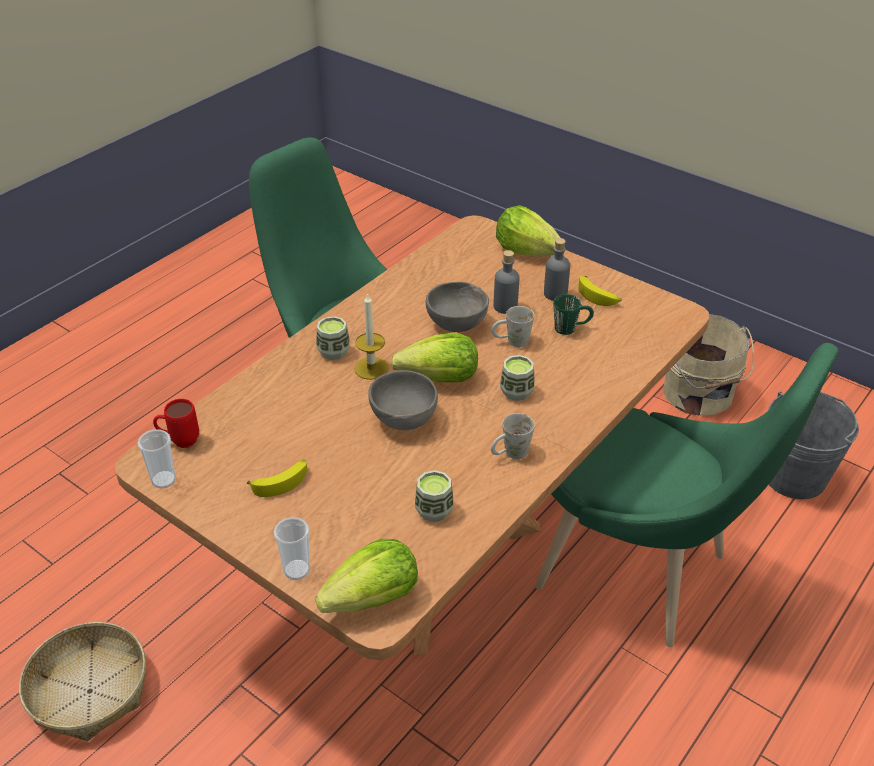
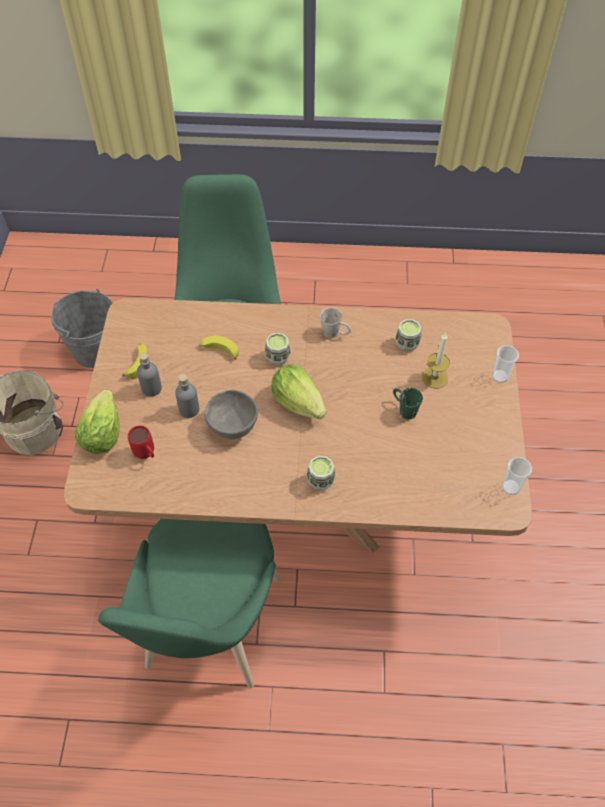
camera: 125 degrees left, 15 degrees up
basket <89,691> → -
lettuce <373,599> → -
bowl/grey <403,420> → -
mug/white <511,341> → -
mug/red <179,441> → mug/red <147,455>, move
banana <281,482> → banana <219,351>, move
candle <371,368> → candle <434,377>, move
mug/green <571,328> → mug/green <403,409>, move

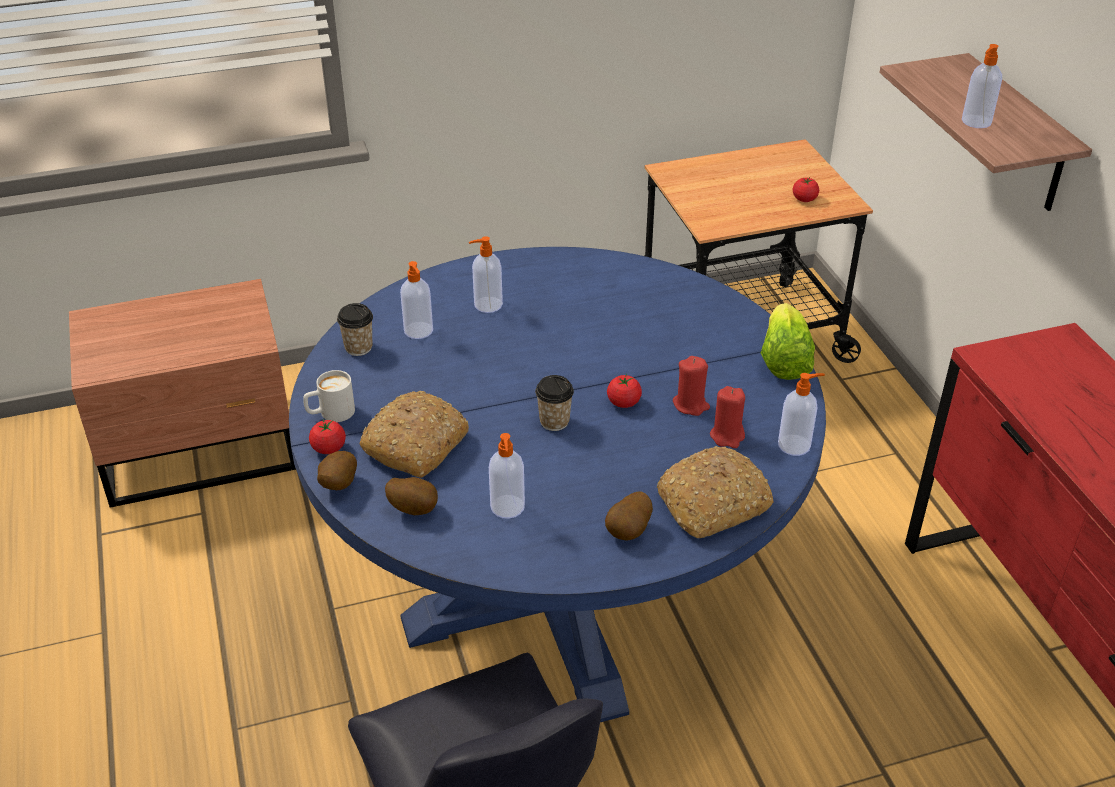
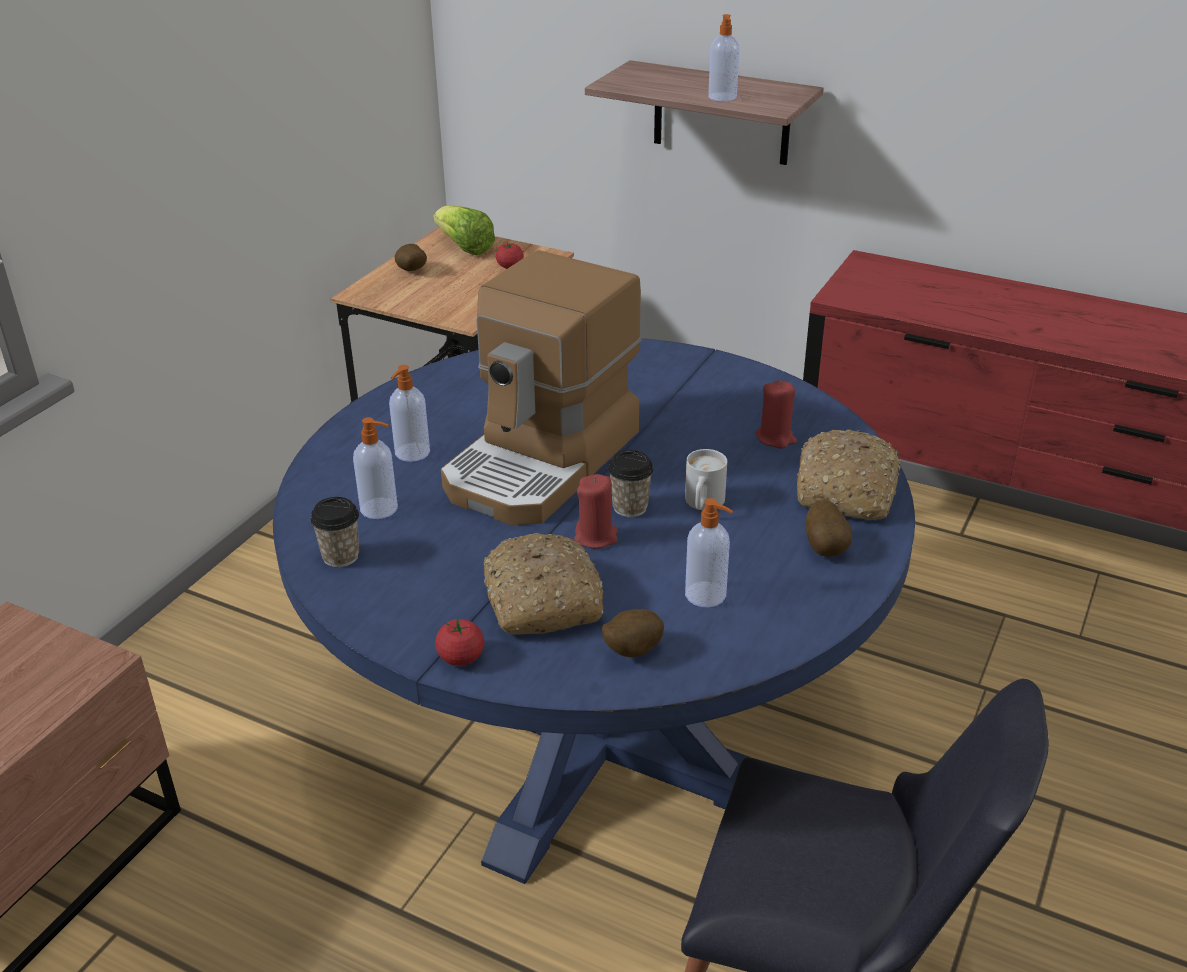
camera: 45 degrees left, 5 degrees down
tomato <623,402> → -
soap dispenser <795,445> → -
- → coffee machine <543,462>
mug/white <330,414> → mug/white <702,504>, move
potato <337,485> → potato <411,271>, move
candle/red <691,405> → candle/red <596,537>, move
lettuce <784,360> → lettuce <464,247>, move

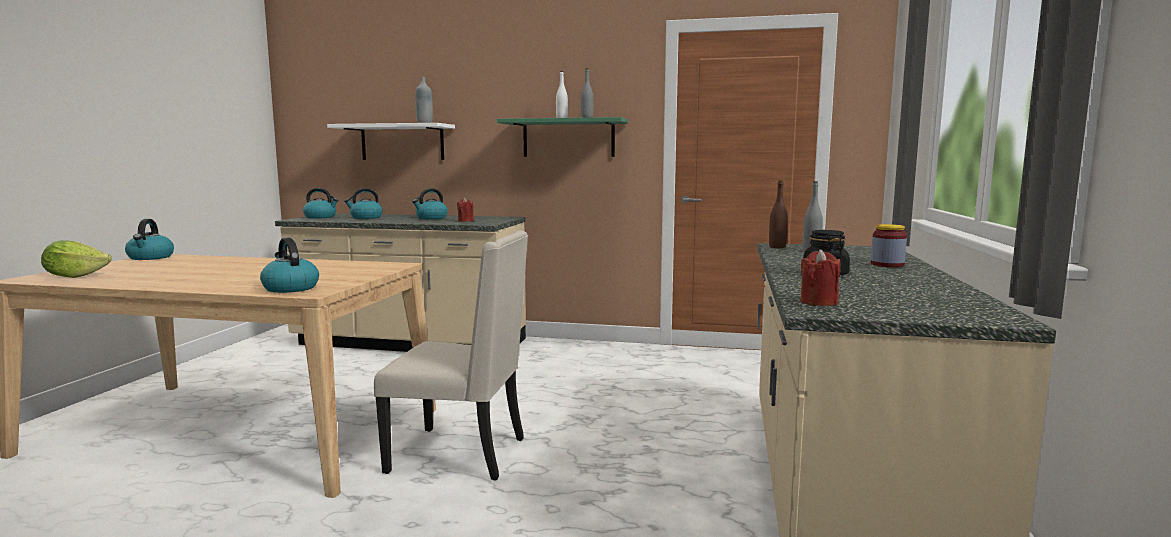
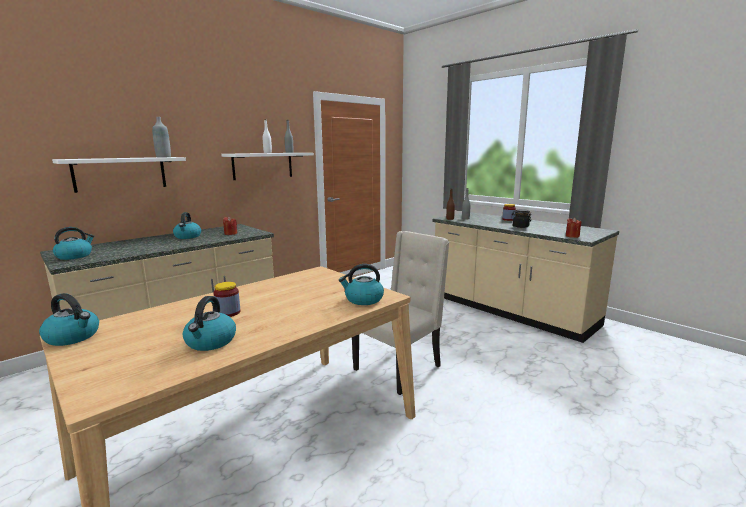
camera: 55 degrees left, 5 degrees up
lettuce <75,276> → -
- → jar <228,313>
kettle <365,218> → kettle <210,342>, move
shelf/green <568,138> → shelf/white <263,165>

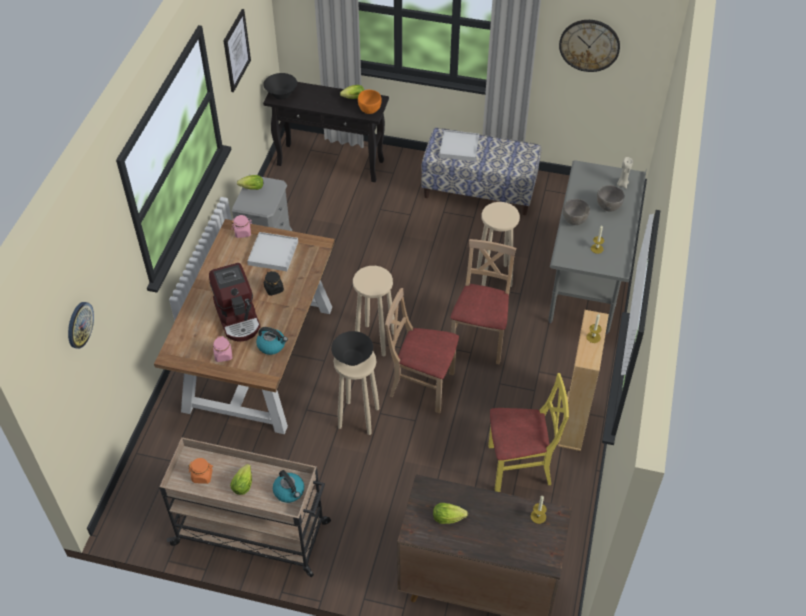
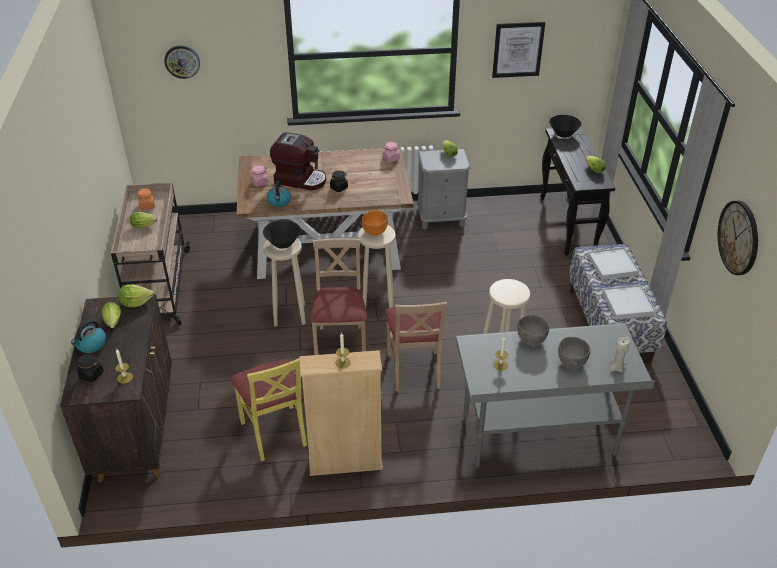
camera: 70 degrees right, 10 degrees down
- → jar/black <91,375>
- → lettuce <135,303>
tray/white <273,253> → tray/white <627,304>, move
kettle <289,491> → kettle <91,345>, move
bowl/orange <369,110> → bowl/orange <375,232>, move
coffee machine <238,317> → coffee machine <300,179>, 120 degrees counterclockwise
chair/beige <480,339> → chair/beige <414,370>, 90 degrees clockwise

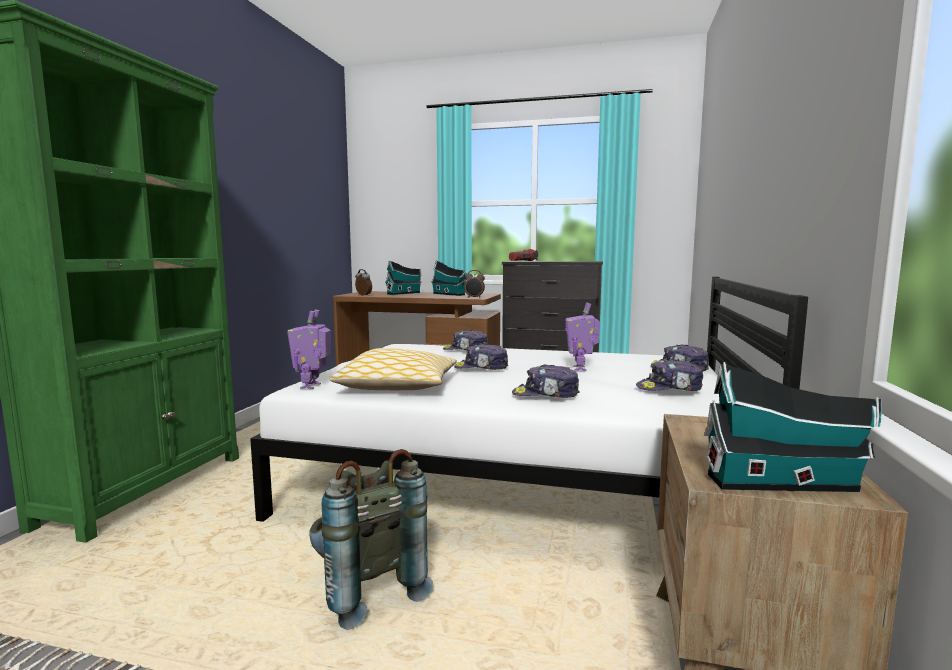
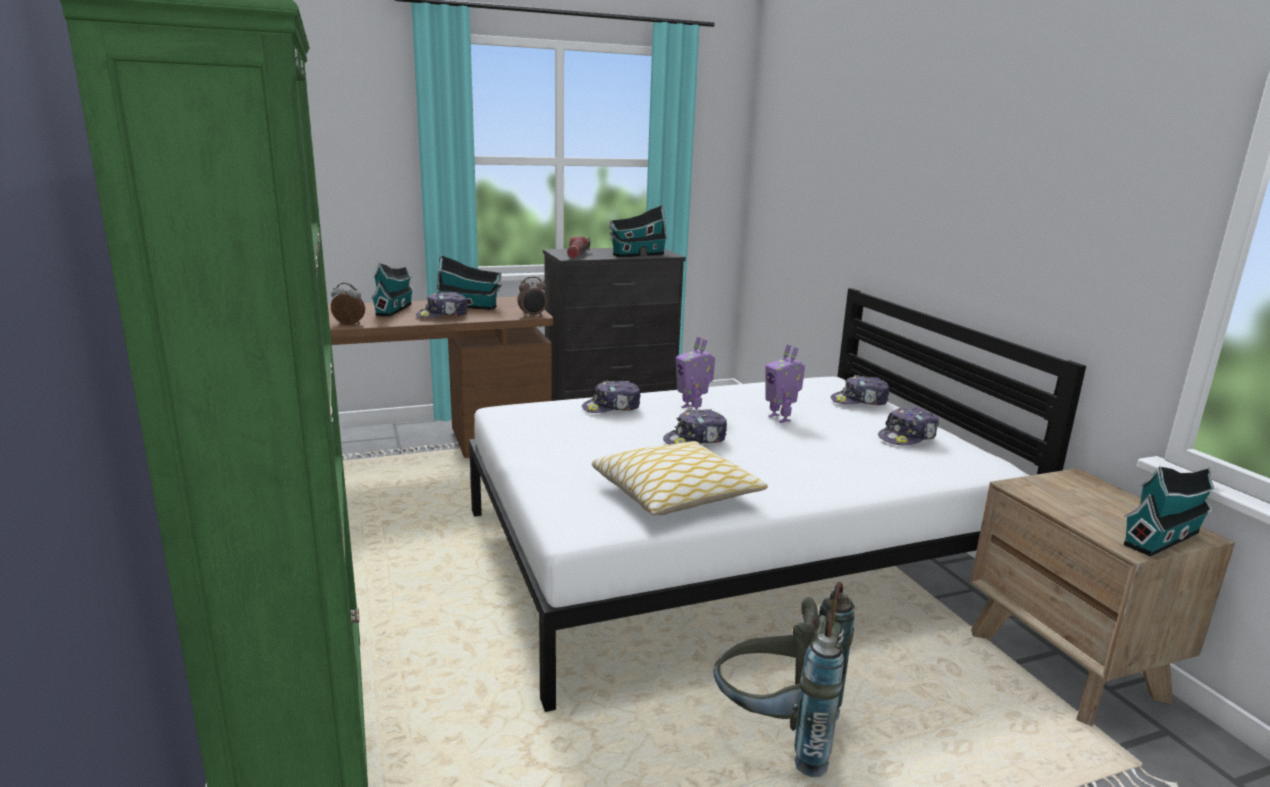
camera: 35 degrees left, 10 degrees up
- → toy house <637,254>
toy robot <312,386> → toy robot <692,409>, move
cap <545,394> → cap <443,315>, move

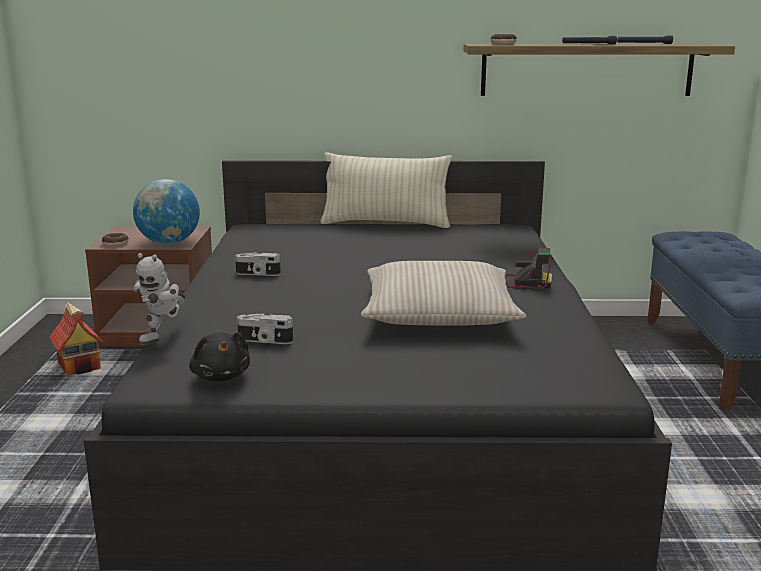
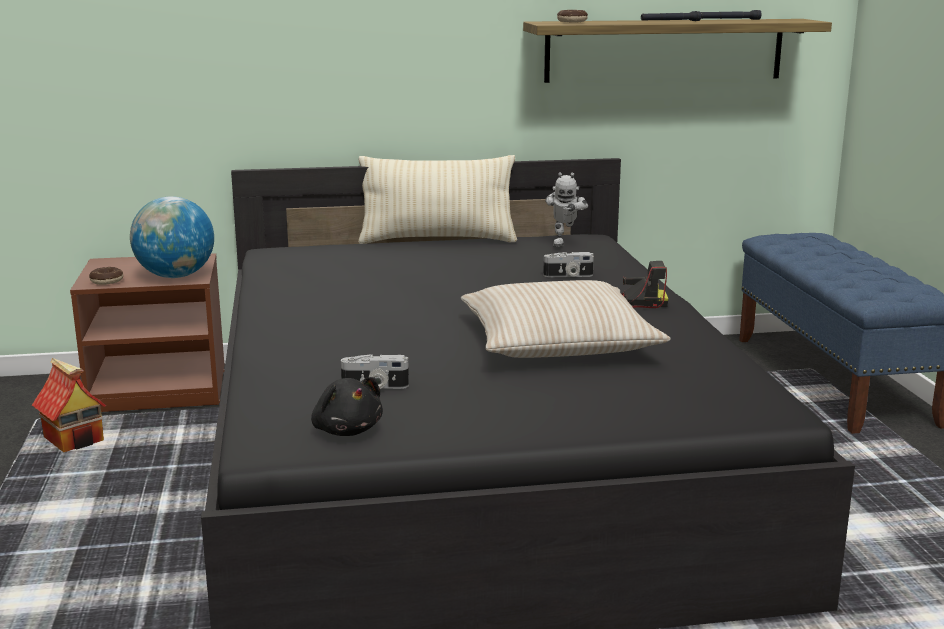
camera: 10 degrees left, 0 degrees up
toy robot <165,338> → toy robot <564,243>, move
photo camera <257,274> → photo camera <568,276>, move

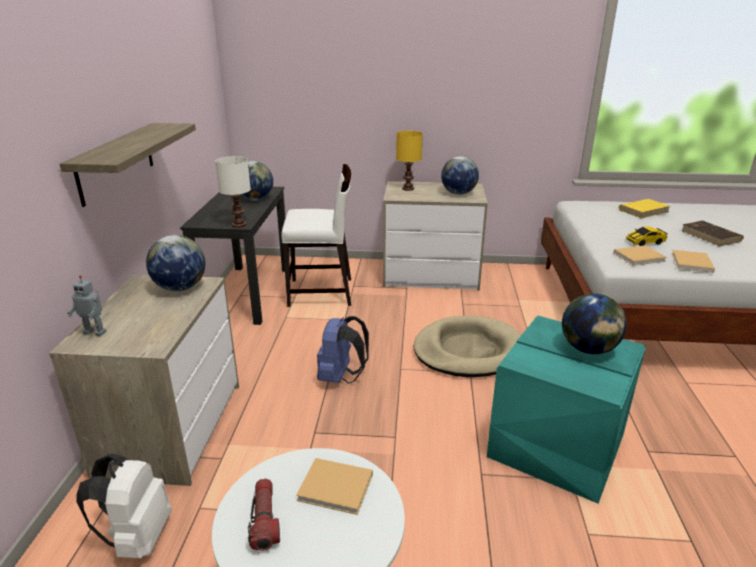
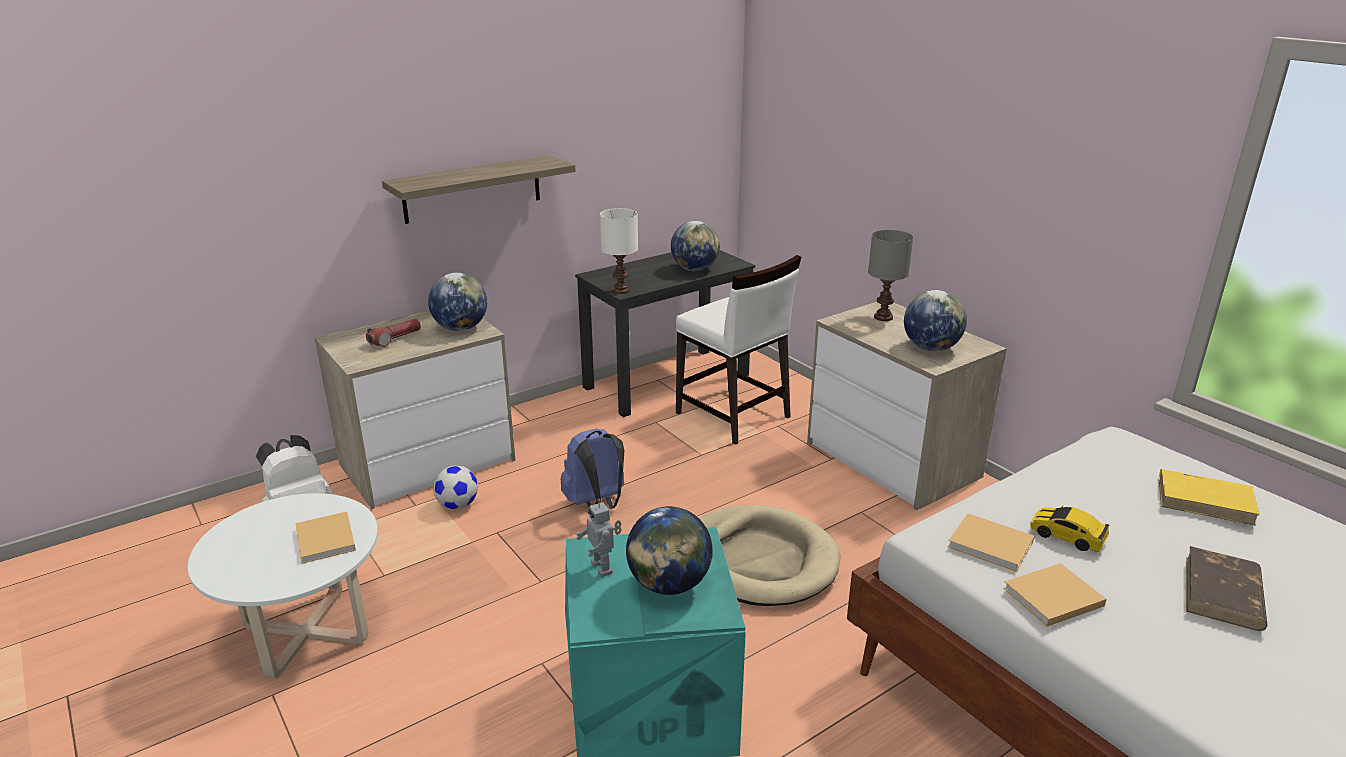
camera: 50 degrees right, 0 degrees up
- → football <458,505>
toy robot <96,332> → toy robot <603,568>, move
flashlight <265,520> → flashlight <395,339>, move
table lamp/yellow <408,188> → table lamp/grey <884,317>

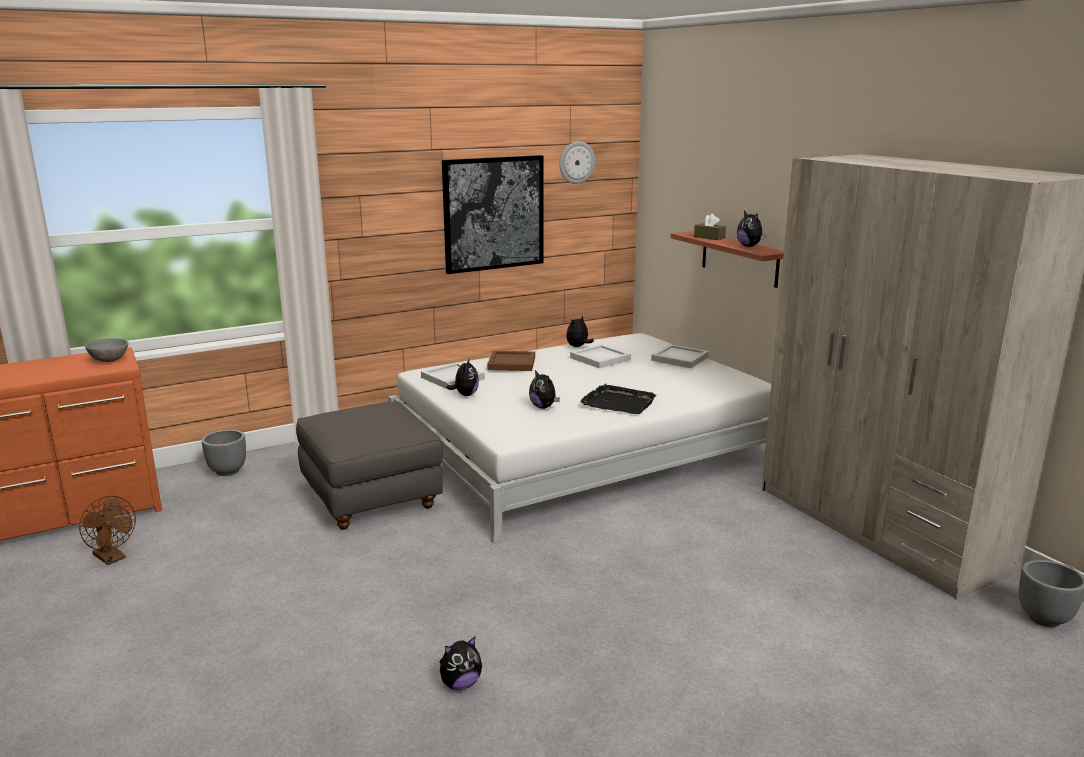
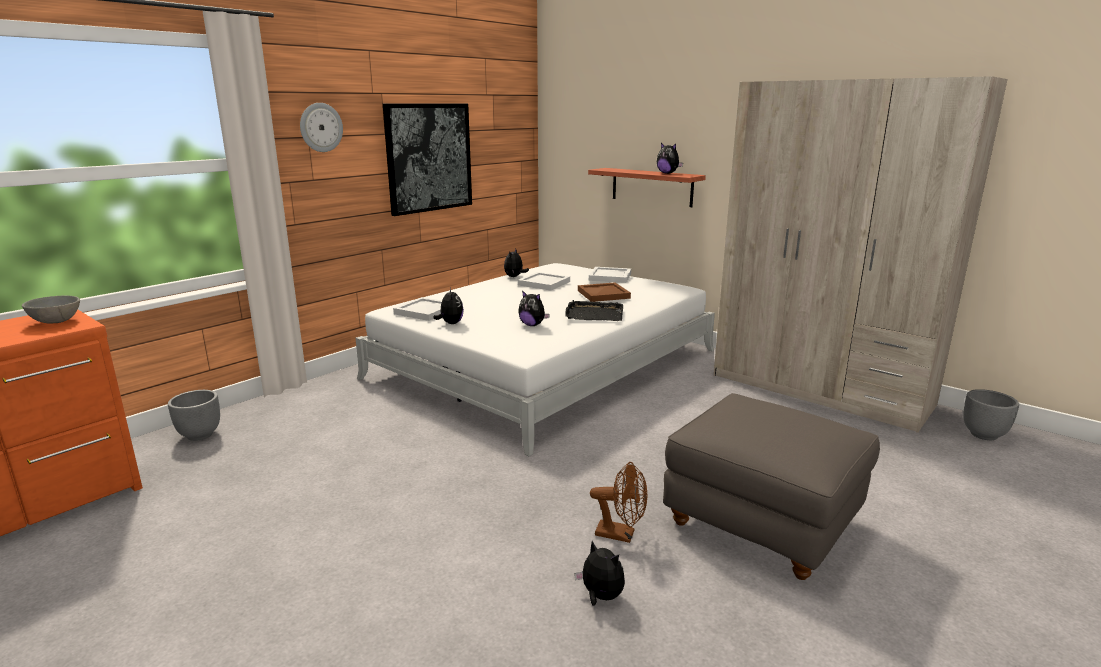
camera: 20 degrees left, 0 degrees up
tissue box/brown <709,237> → -
fan/brown <112,558> → fan/brown <621,534>, move
ottoman/grey <372,498> → ottoman/grey <763,523>, move
tray/brown <512,363> → tray/brown <604,294>, move
wall clock <576,162> → wall clock <321,127>, move
plush toy <460,684> → plush toy <600,597>, 90 degrees counterclockwise

